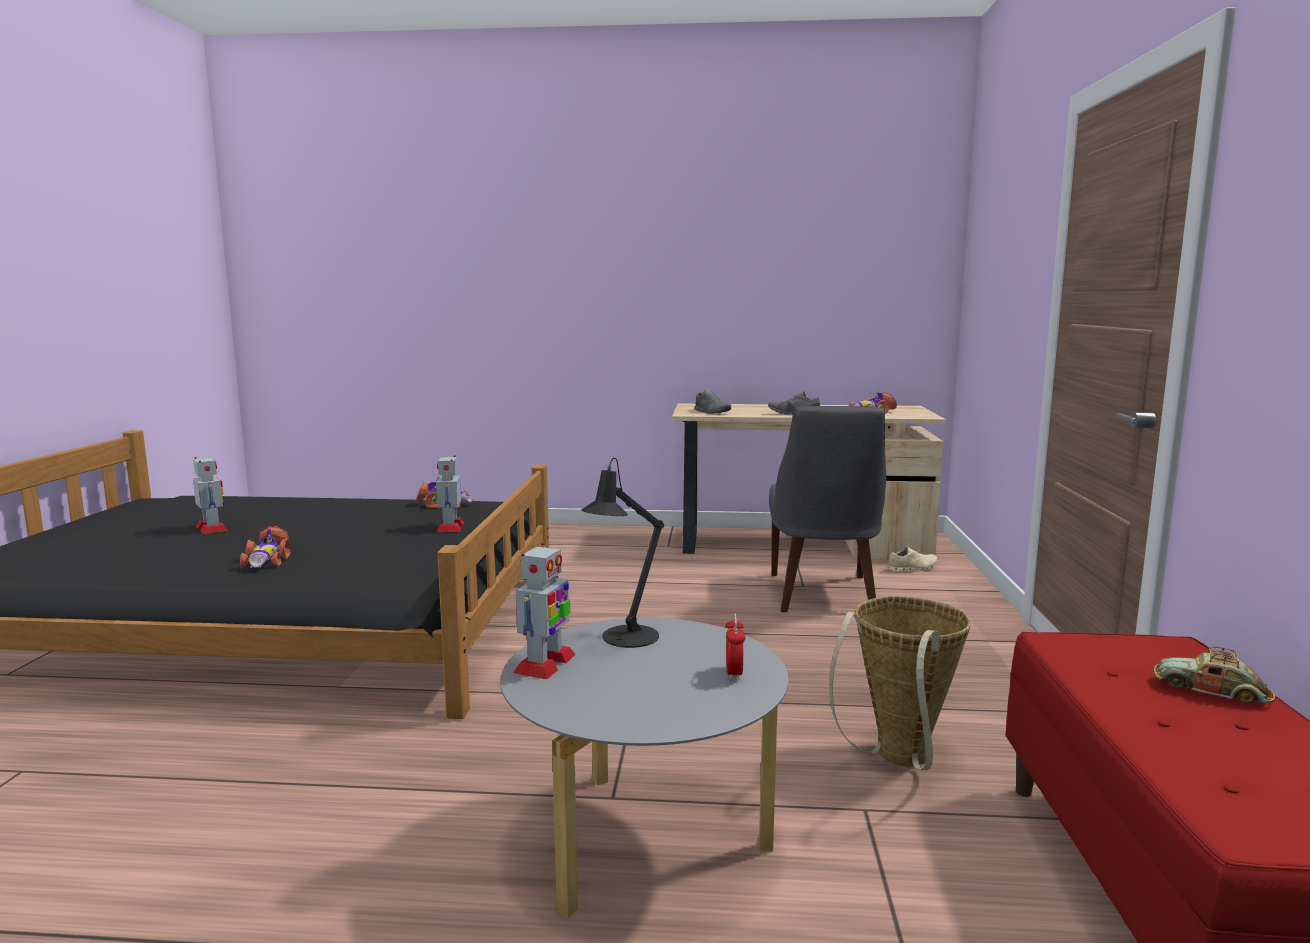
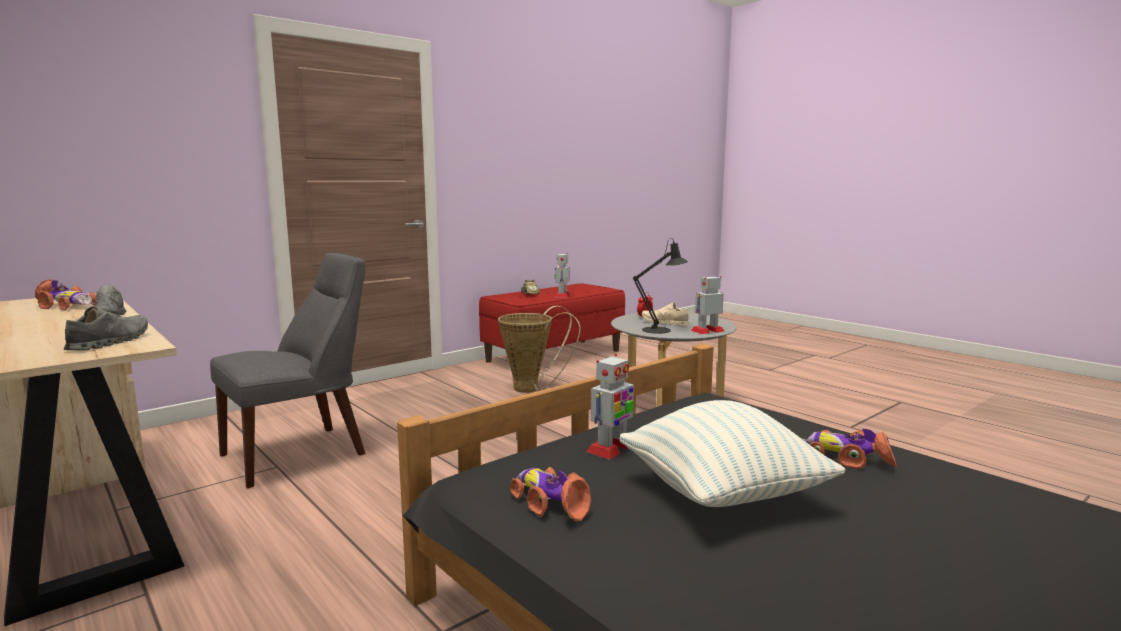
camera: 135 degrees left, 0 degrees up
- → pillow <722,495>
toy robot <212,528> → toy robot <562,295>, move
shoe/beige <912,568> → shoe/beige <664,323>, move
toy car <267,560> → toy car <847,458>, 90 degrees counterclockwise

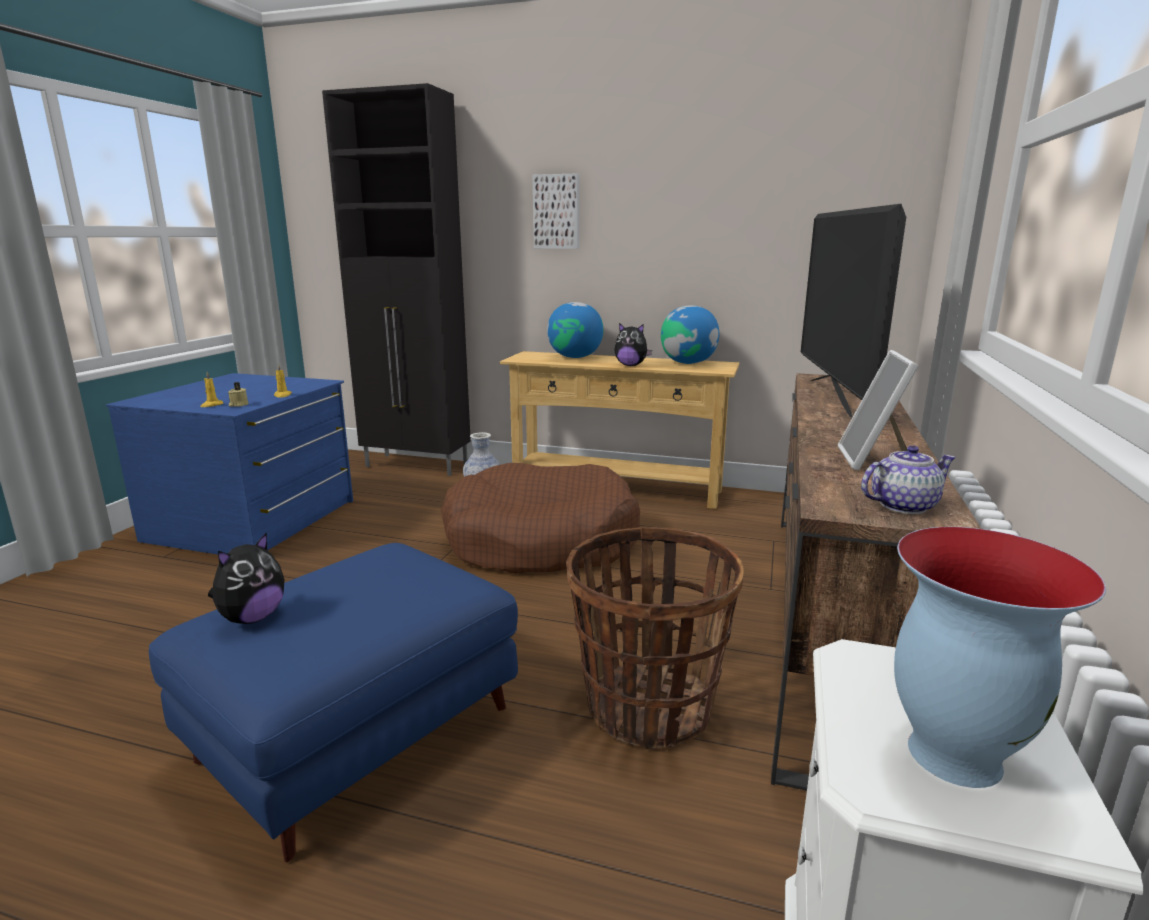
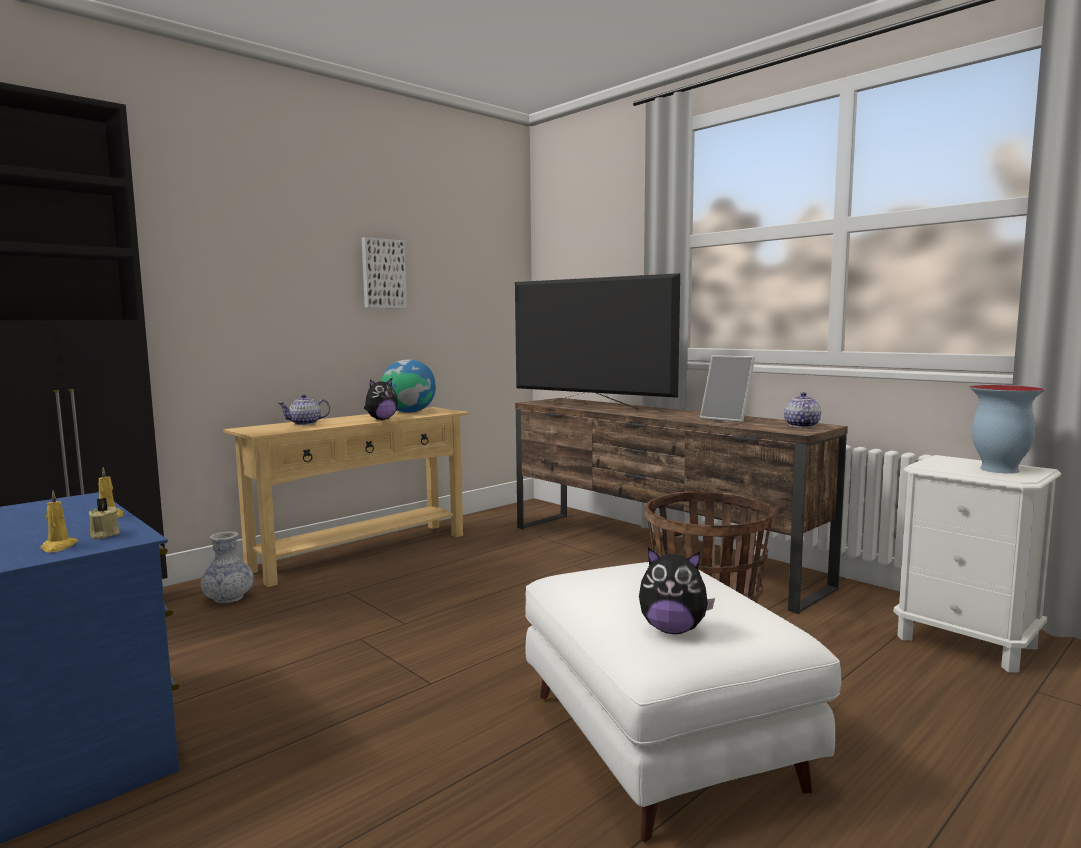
camera: 60 degrees left, 10 degrees down
dog bed/brown <541,541> → -
picture <557,212> → picture <382,274>, move
globe <575,357> → teapot <305,423>
ottoman/blue <357,734> → ottoman/white <658,740>
plush toy <252,618> → plush toy <673,629>, 135 degrees clockwise

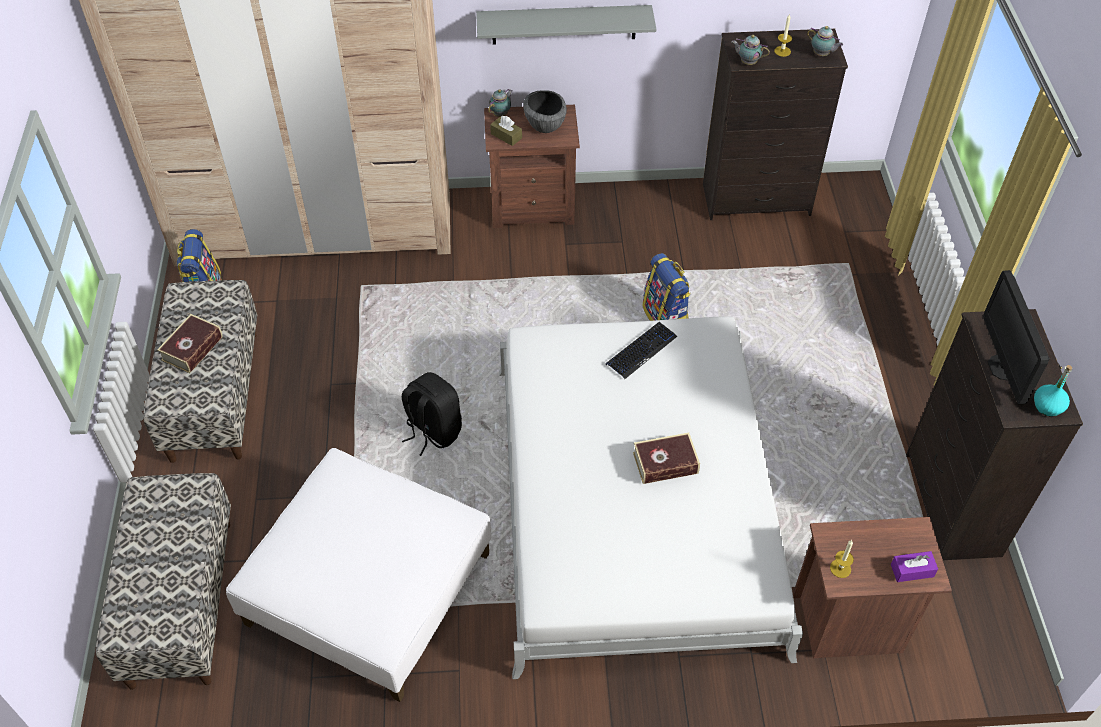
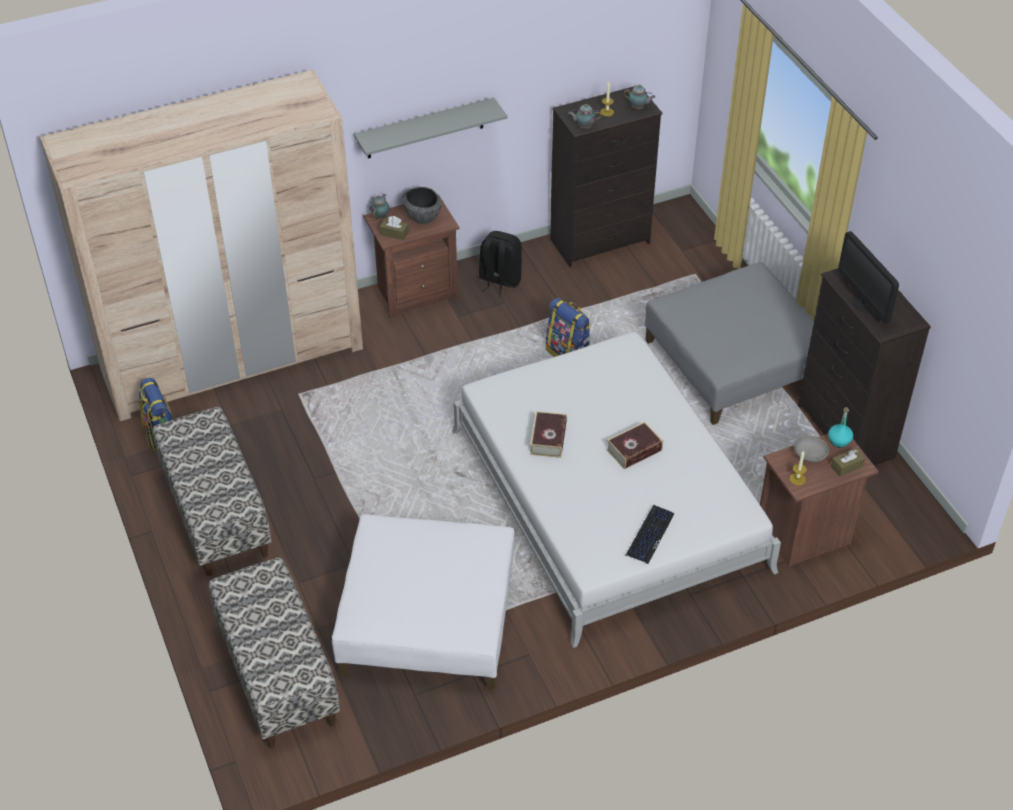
camera: 20 degrees left, 5 degrees down
- → ottoman/grey <734,361>
- → bowl/grey <809,455>
book <192,348> → book <548,439>, move
backpack/black <433,431> → backpack/black <499,280>, move
keyboard <641,350> → keyboard <650,535>, move
bottle/turquoise <1047,406> → bottle/turquoise <839,440>, move
tissue box/purple <912,570> → tissue box/brown <847,466>

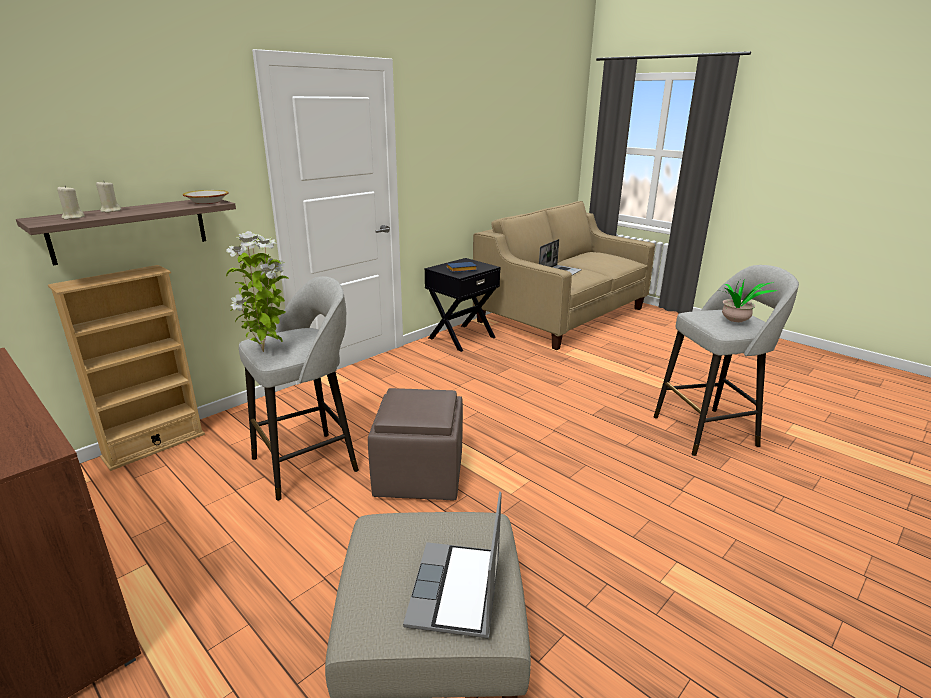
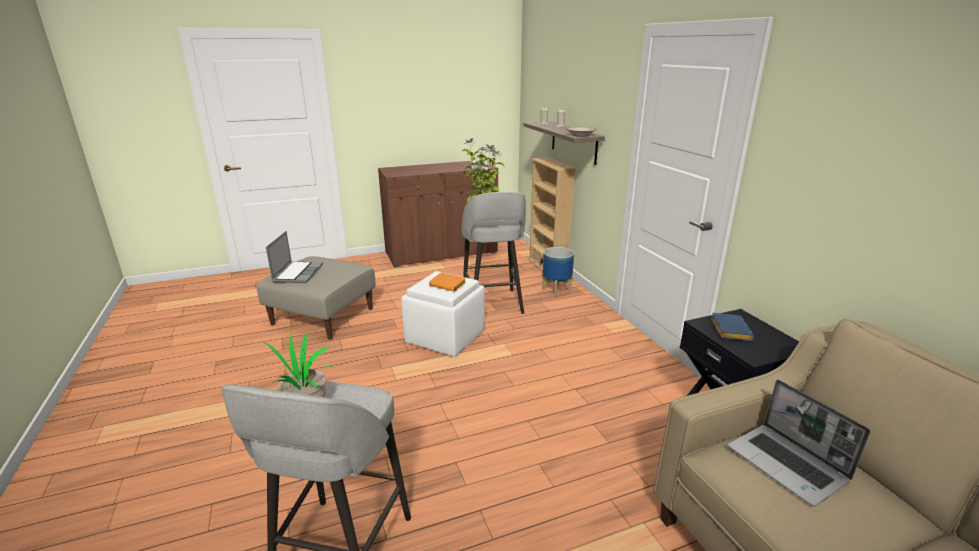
camera: 115 degrees right, 0 degrees up
- → book/orange <449,285>
- → planter <557,290>
ottoman/brown <418,475> → ottoman/white <446,337>
laptop <457,591> → laptop <297,273>, 60 degrees clockwise

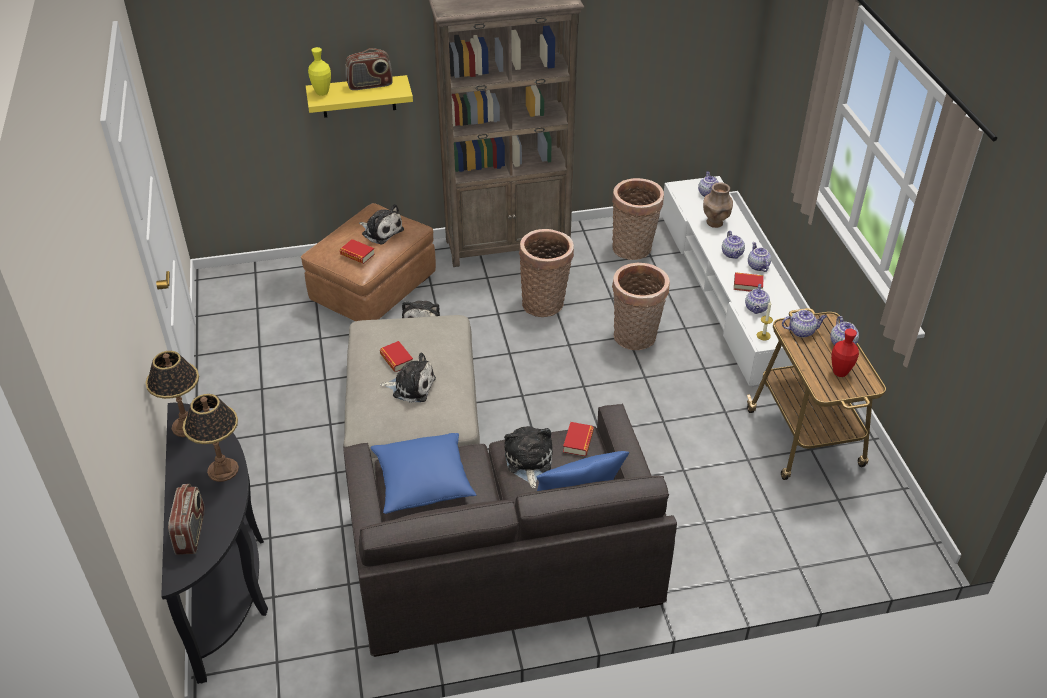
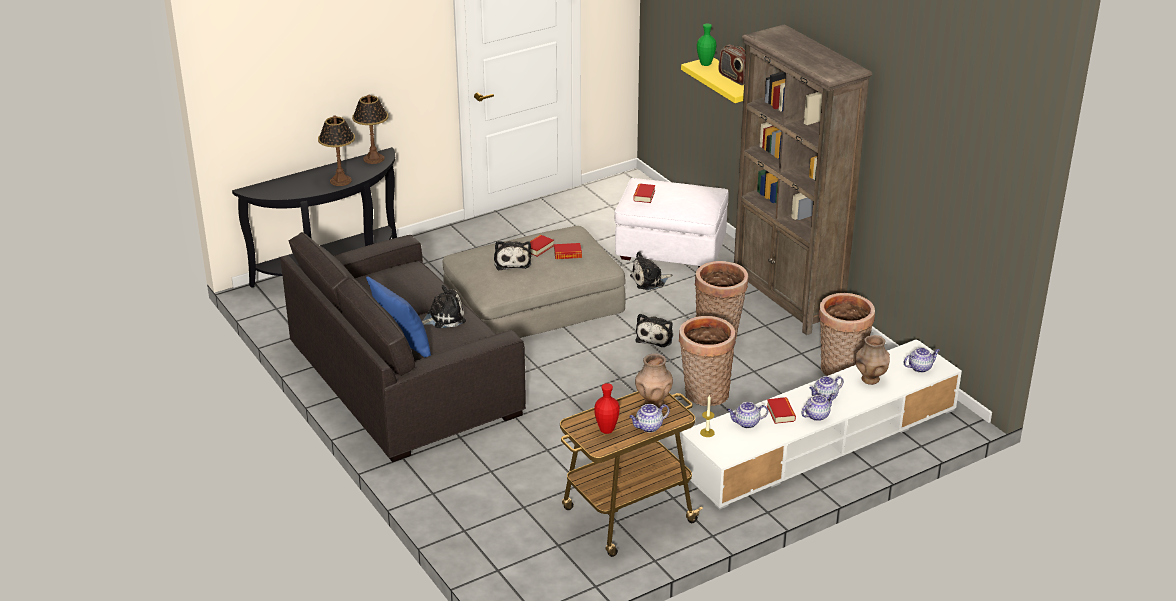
camera: 70 degrees right, 10 degrees down
radio <191,532> → -
pillow/blue <423,482> → -
plush toy <381,231> → plush toy <655,337>, move
book <578,442> → book <567,254>, move
teapot <802,331> → vase/brown <654,403>
ottoman/brown <373,290> → ottoman/white <671,249>
vase/yellow <322,93> → vase/green <705,64>

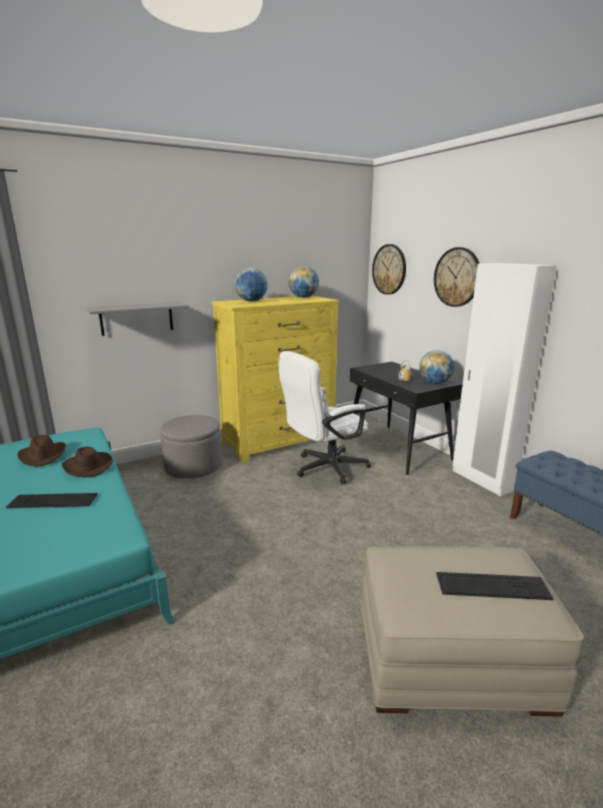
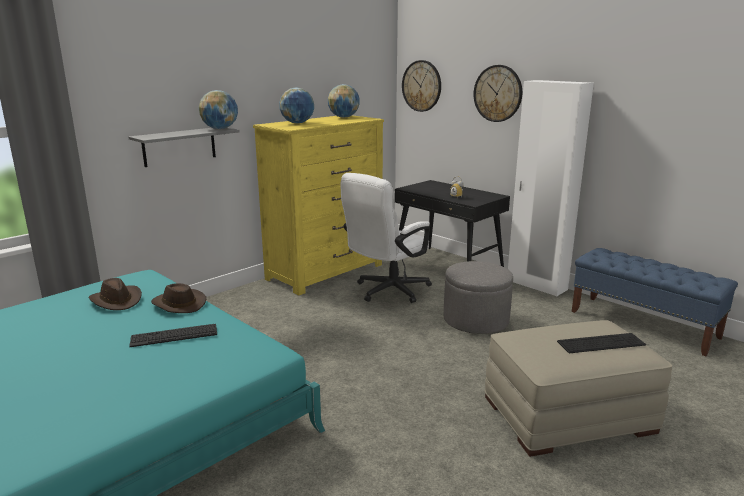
camera: 15 degrees left, 0 degrees up
ottoman/grey <193,466> → ottoman/grey <476,320>, move
globe <434,383> → globe <220,129>, move

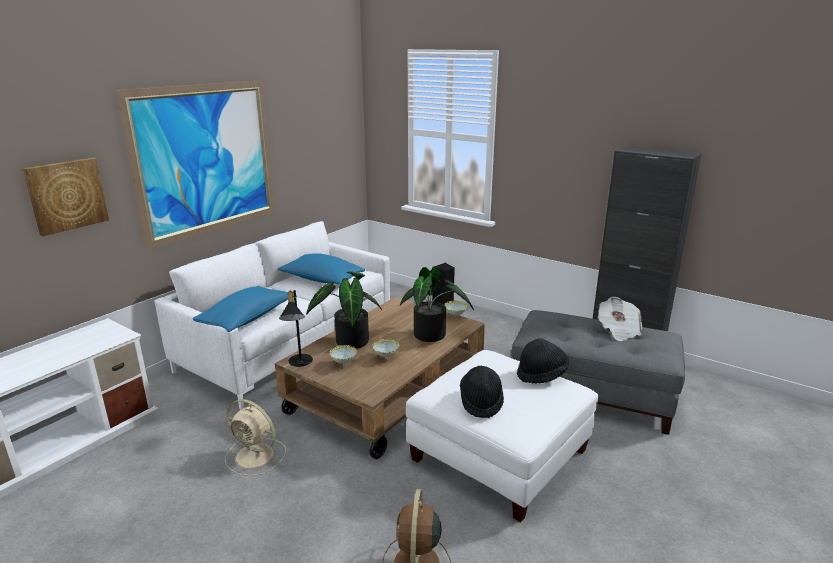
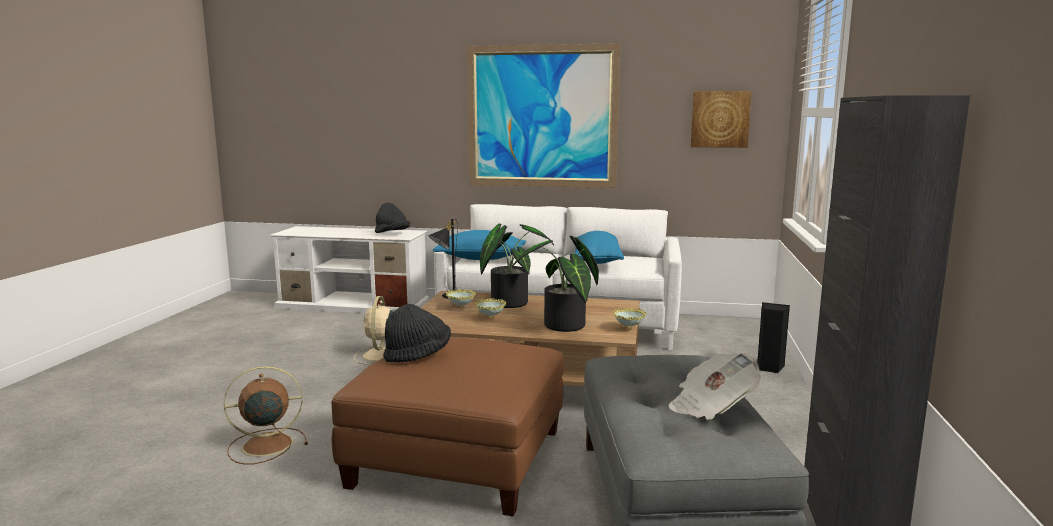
camera: 65 degrees right, 10 degrees down
picture <66,195> → picture <720,119>, move
hat/black <541,374> → hat/black <392,234>, move
ottoman/white <498,455> → ottoman/brown <458,457>

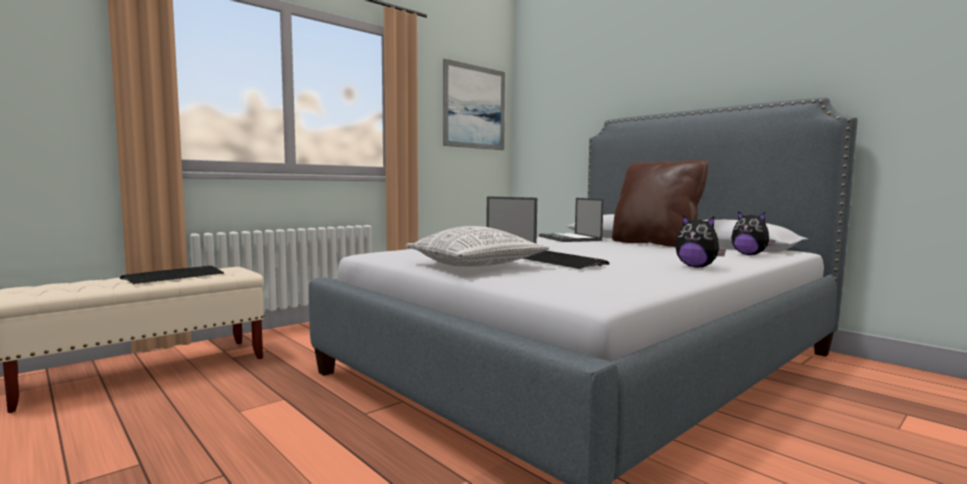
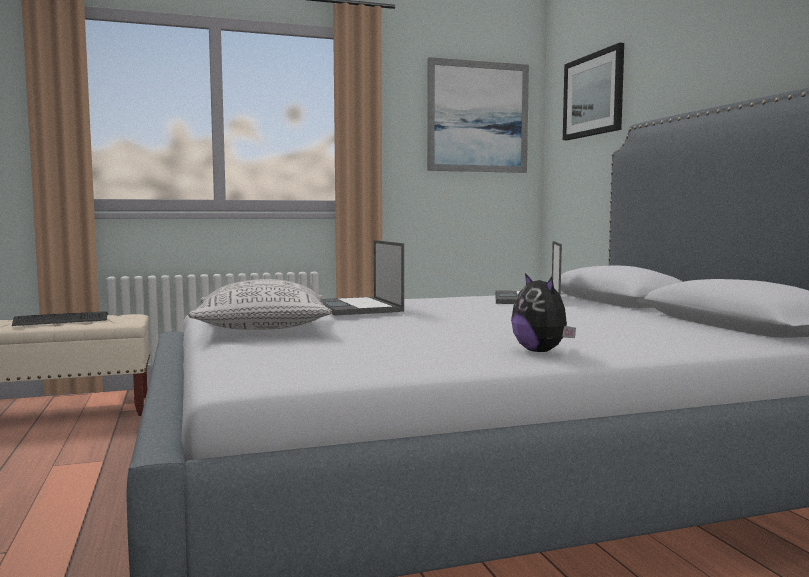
camera: 25 degrees right, 0 degrees up
keyboard <560,261> → -
pillow/brown <655,244> → -
plush toy <750,255> → -
- → picture <593,95>

